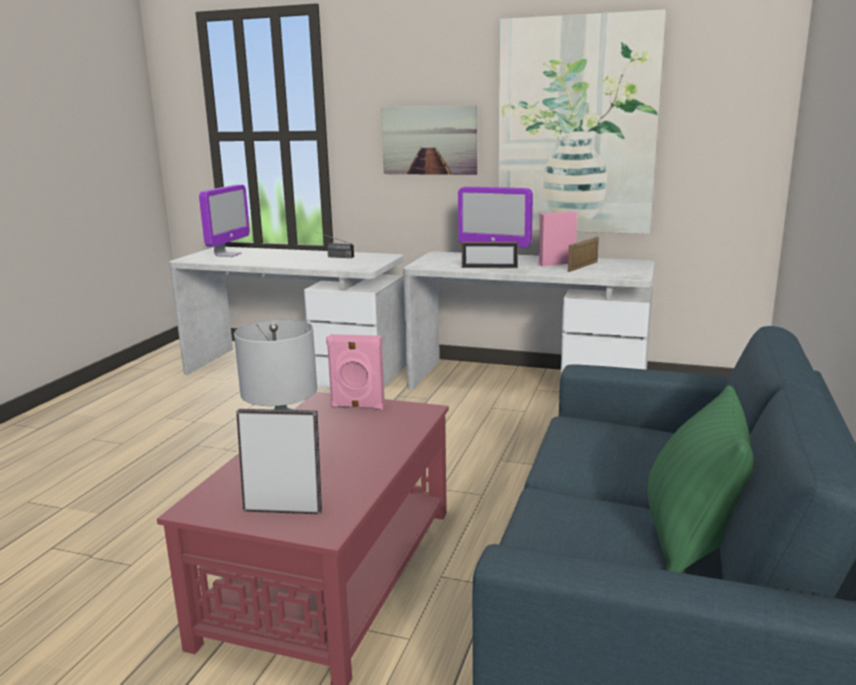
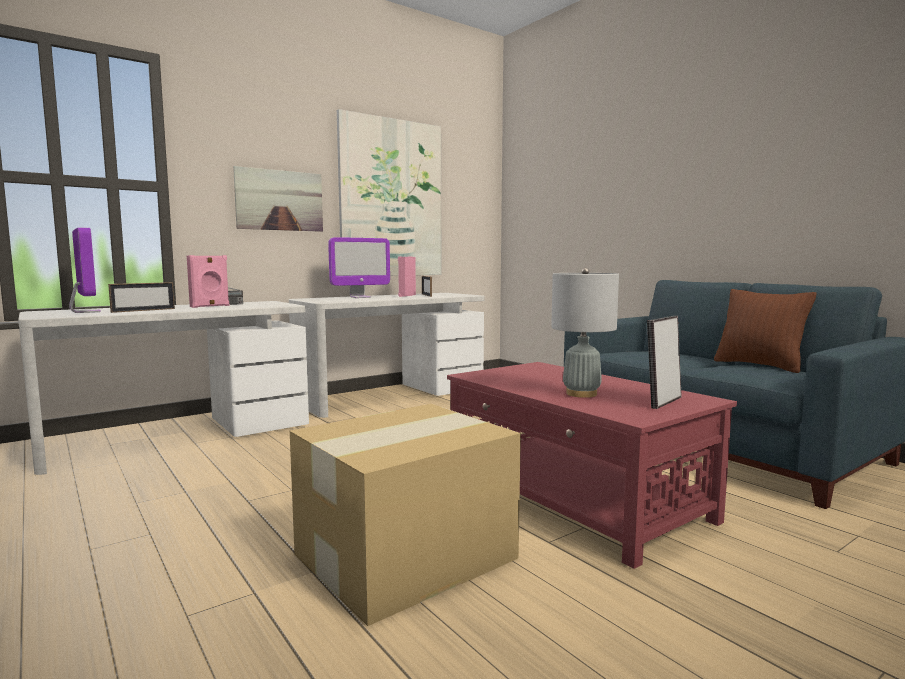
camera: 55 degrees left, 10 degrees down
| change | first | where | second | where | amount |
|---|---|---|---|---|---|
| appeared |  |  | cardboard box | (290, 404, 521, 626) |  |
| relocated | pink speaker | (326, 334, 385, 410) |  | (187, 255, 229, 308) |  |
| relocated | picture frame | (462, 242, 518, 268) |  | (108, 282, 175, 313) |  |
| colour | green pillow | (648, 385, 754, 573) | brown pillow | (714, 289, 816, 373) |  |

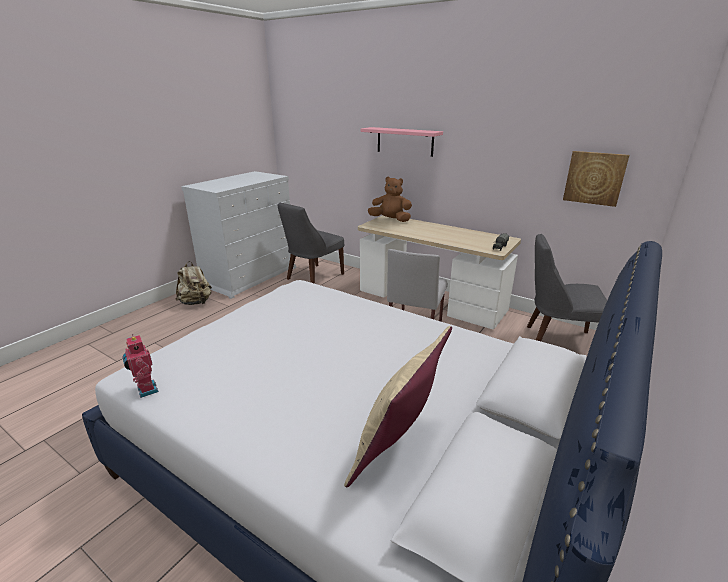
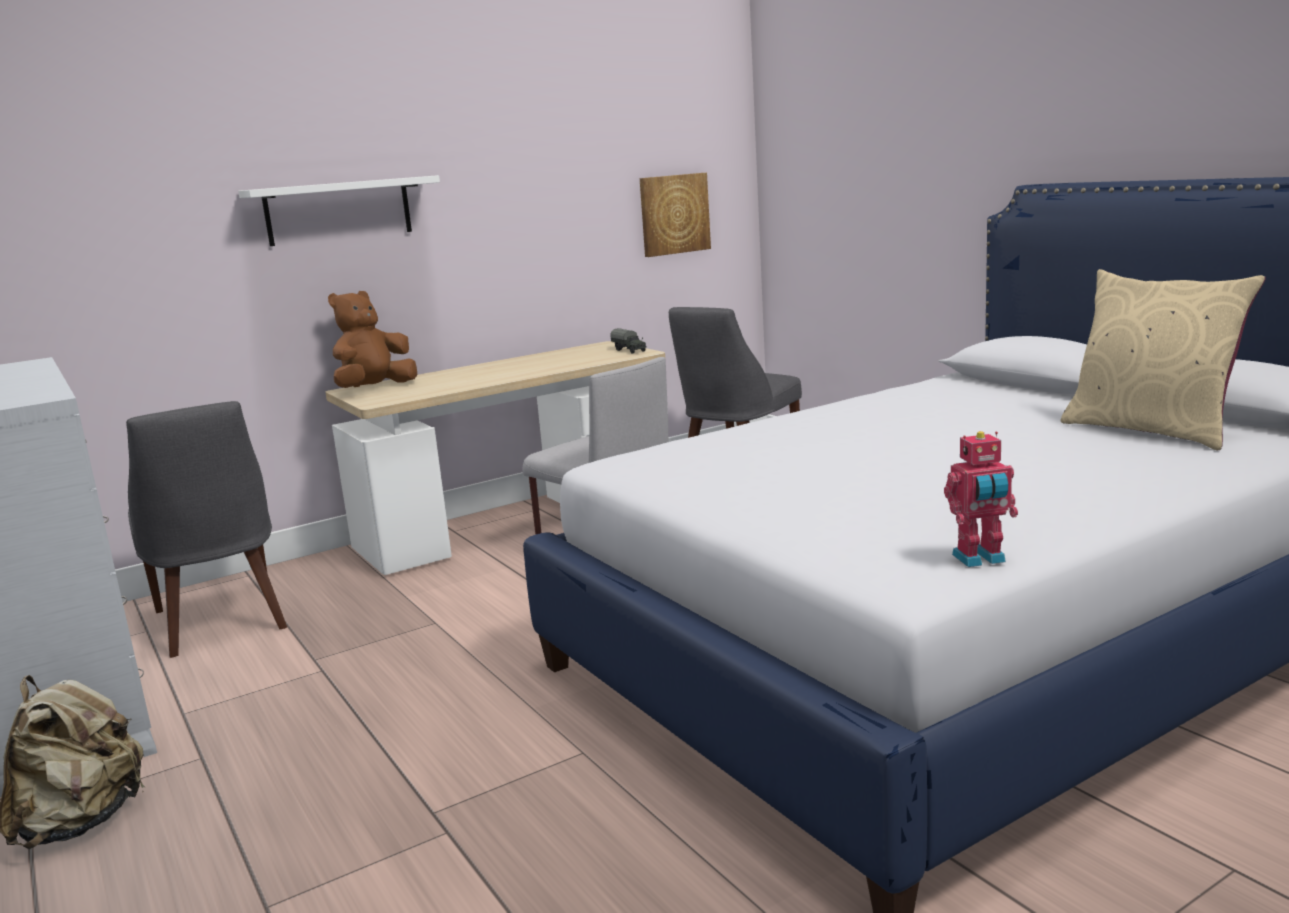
camera: 65 degrees left, 10 degrees down
| change | first | where | second | where | amount |
|---|---|---|---|---|---|
| colour | pink shelf | (361, 127, 443, 157) | white shelf | (238, 175, 440, 246) |  |

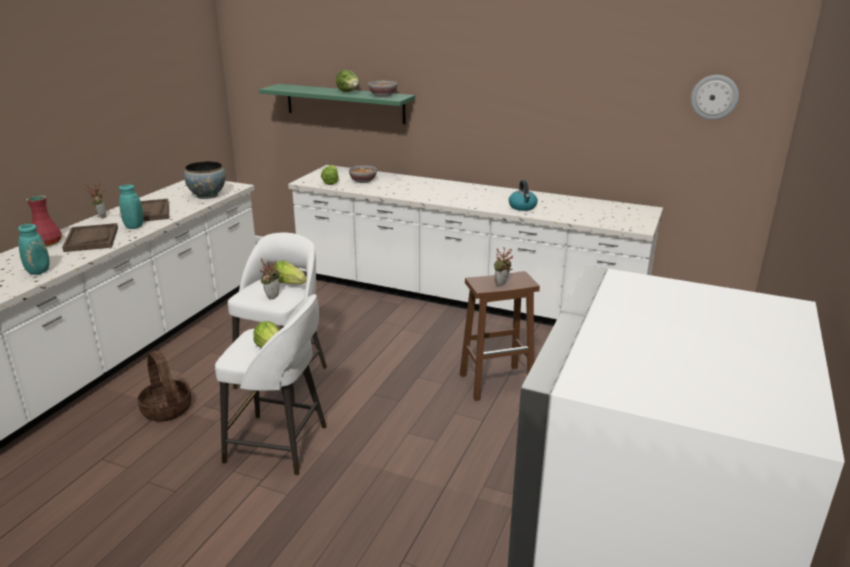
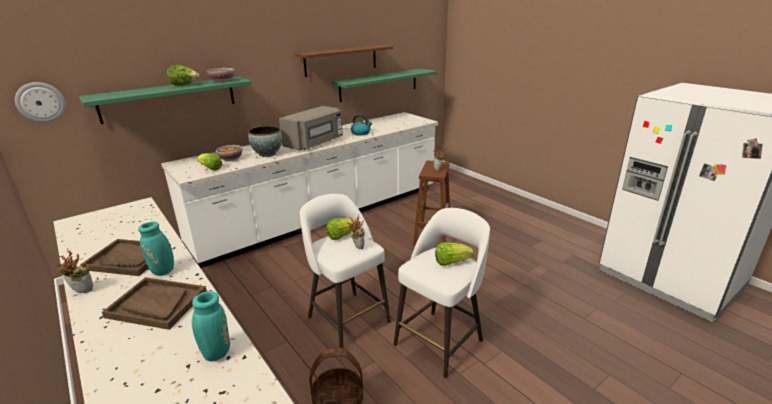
camera: 60 degrees left, 0 degrees up
| change | first | where | second | where | amount |
|---|---|---|---|---|---|
| missing | red vase | (26, 196, 62, 246) |  |  |  |
| appeared |  |  | grey microwave | (279, 106, 343, 150) |  |
| appeared |  |  | brown shelf | (295, 45, 393, 77) |  |
| appeared |  |  | green shelf | (331, 68, 437, 102) |  |
| relocated | bowl | (184, 161, 226, 199) |  | (248, 126, 282, 157) |  |
| relocated | wall clock | (691, 75, 739, 120) |  | (15, 82, 66, 123) |  |

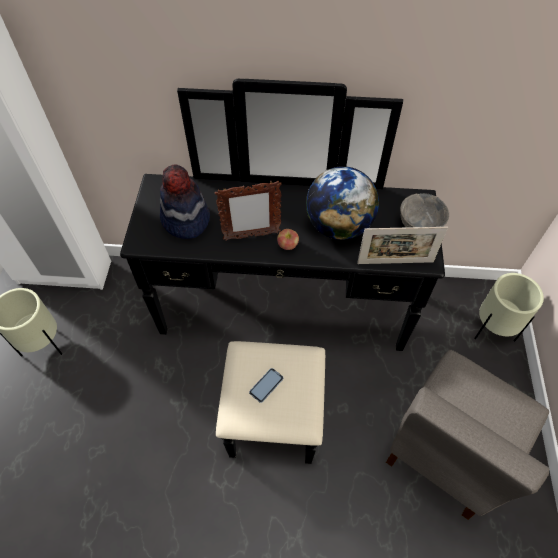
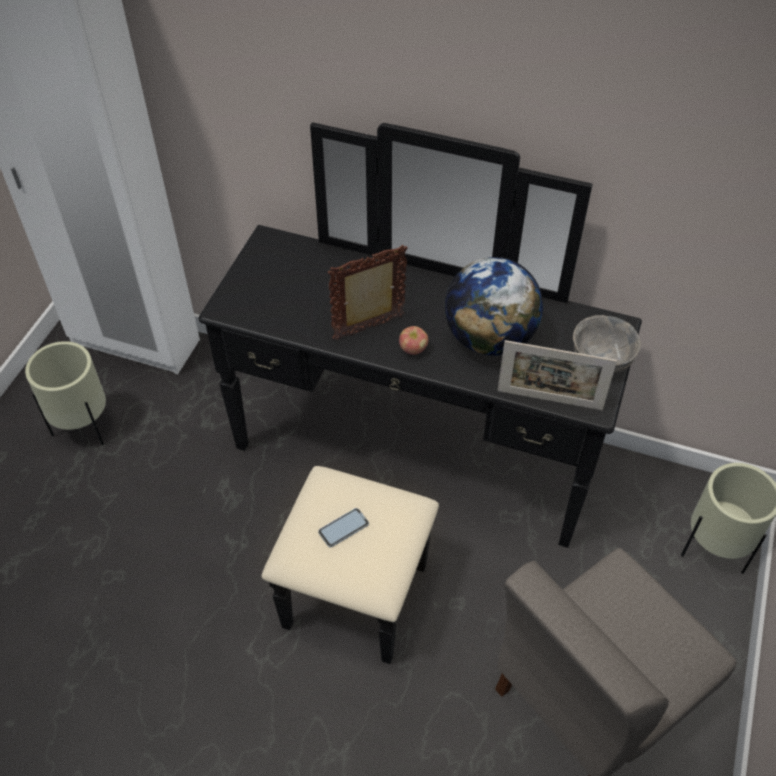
camera: 15 degrees right, 5 degrees down
| change | first | where | second | where | amount |
|---|---|---|---|---|---|
| missing | hat | (160, 165, 210, 239) |  |  |  |
| spun | picture frame | (215, 181, 282, 241) |  | (328, 245, 408, 340) | 150 degrees clockwise |

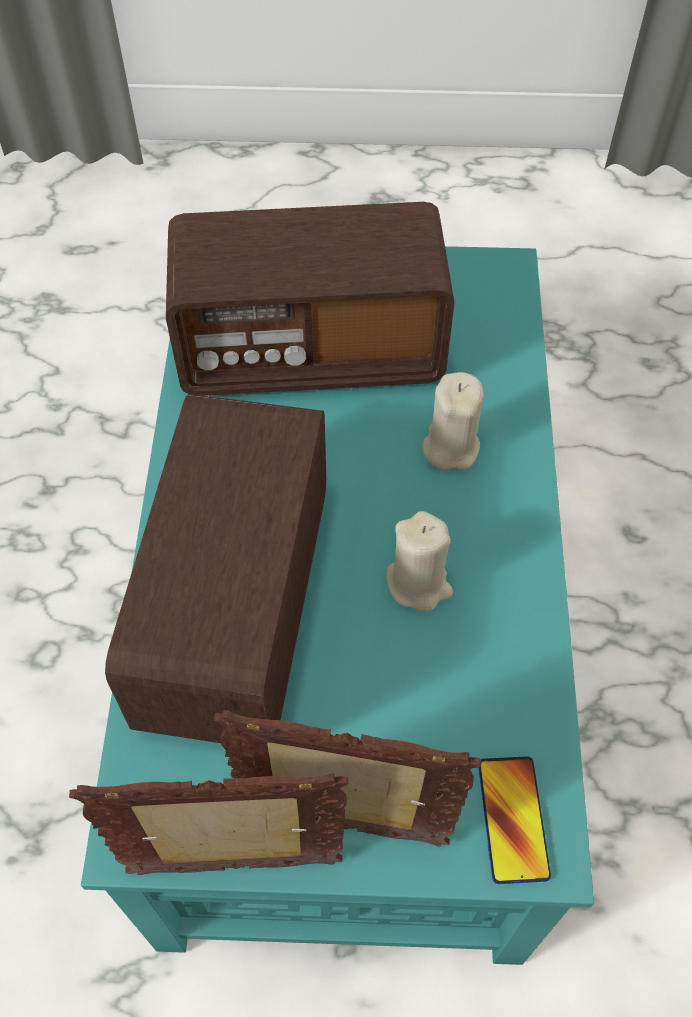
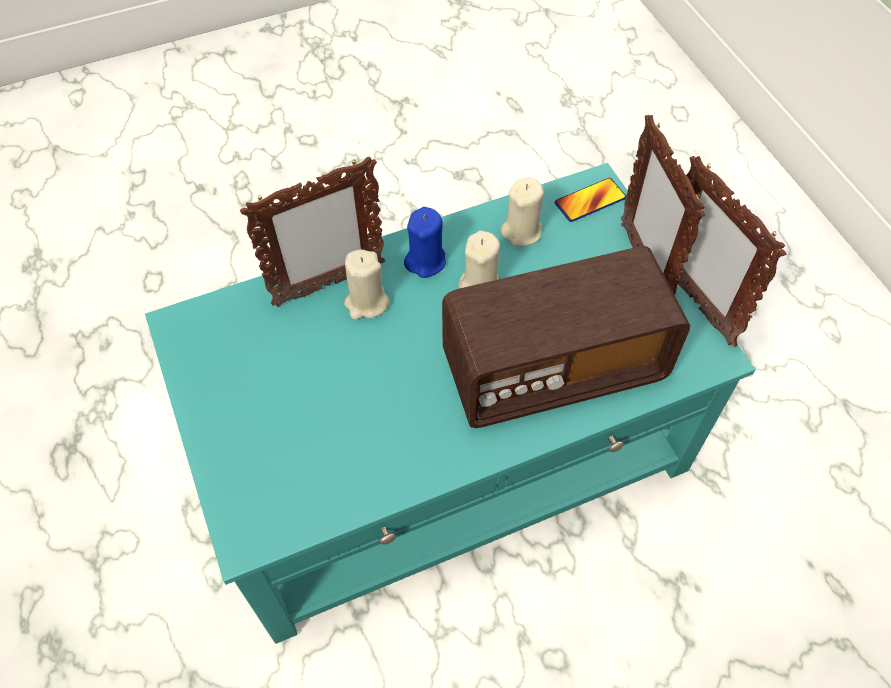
camera: 115 degrees left, 0 degrees up
| change | first | where | second | where | amount |
|---|---|---|---|---|---|
| missing | radio | (166, 202, 455, 396) |  |  |  |
| appeared |  |  | picture frame | (240, 156, 385, 307) |  |
| appeared |  |  | blue candle | (404, 207, 446, 278) |  |
| appeared |  |  | beige candle | (500, 177, 544, 247) |  |

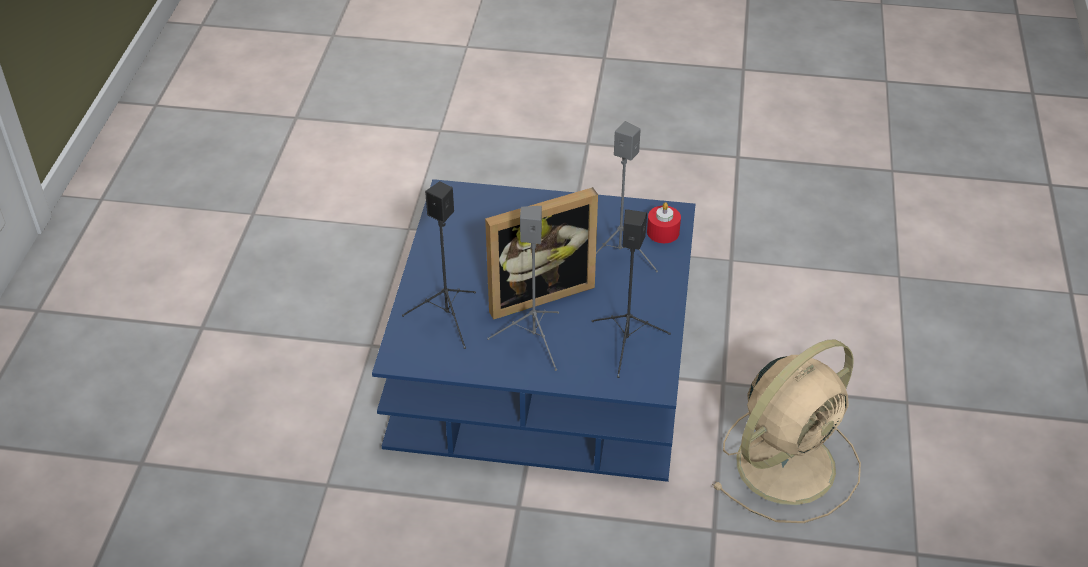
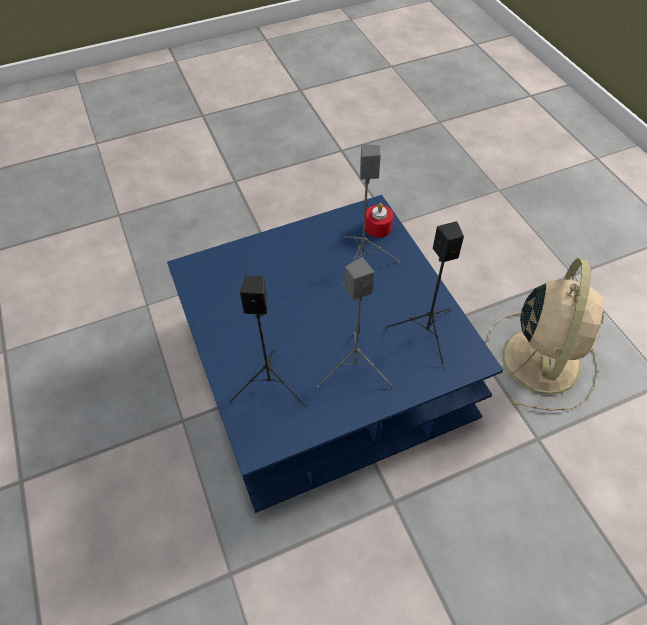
camera: 30 degrees left, 10 degrees up
| change | first | where | second | where | amount |
|---|---|---|---|---|---|
| missing | picture frame | (485, 187, 598, 320) |  |  |  |

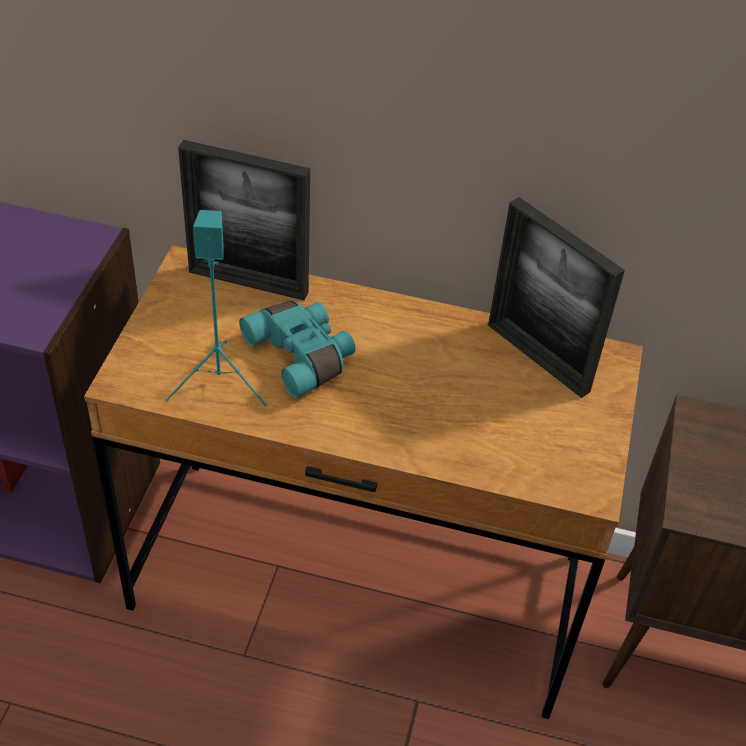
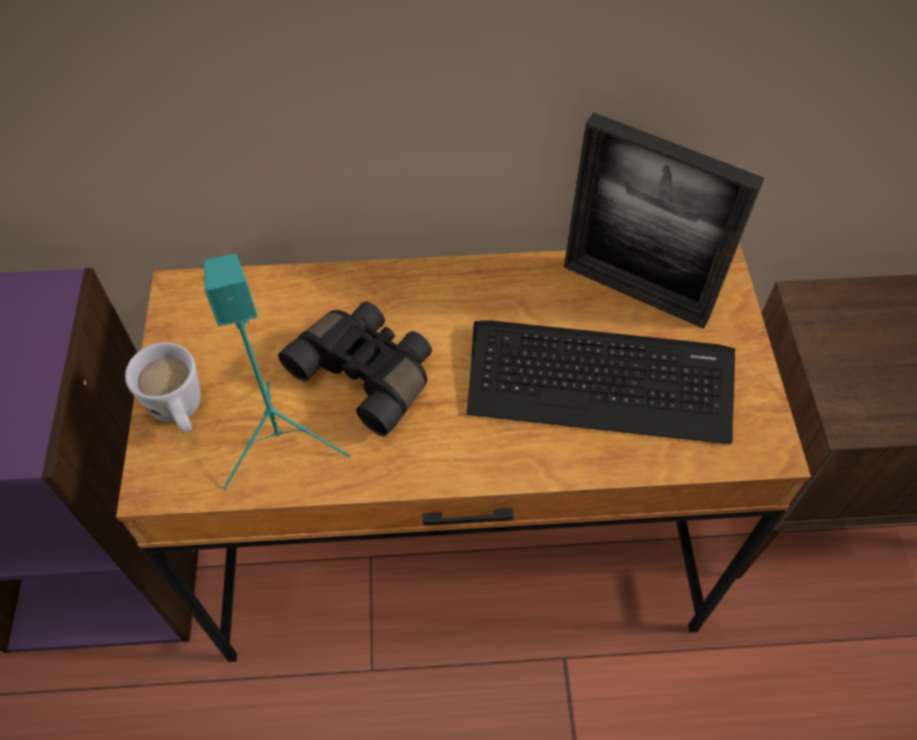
camera: 15 degrees left, 10 degrees up
| change | first | where | second | where | amount |
|---|---|---|---|---|---|
| missing | picture frame | (178, 140, 310, 301) |  |  |  |
| appeared |  |  | white mug | (125, 342, 201, 433) |  |
| appeared |  |  | keyboard | (466, 321, 735, 444) |  |
| colour | turquoise binoculars | (239, 301, 356, 398) | black binoculars | (278, 301, 432, 436) |  |

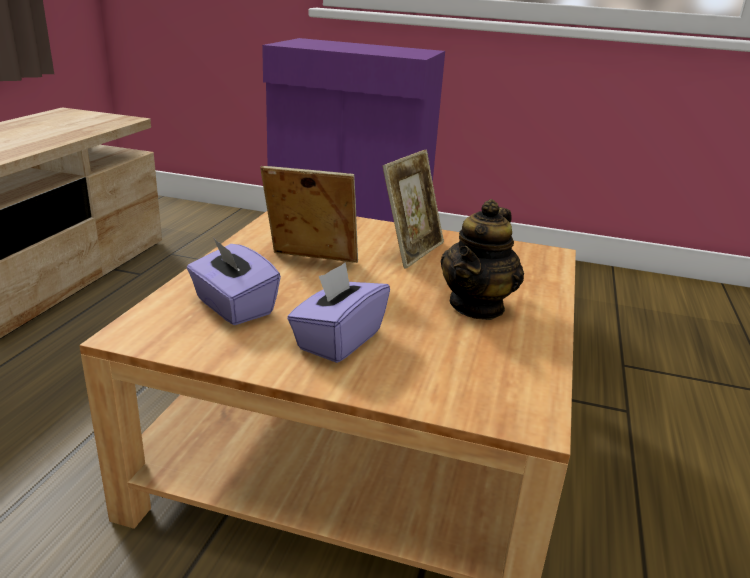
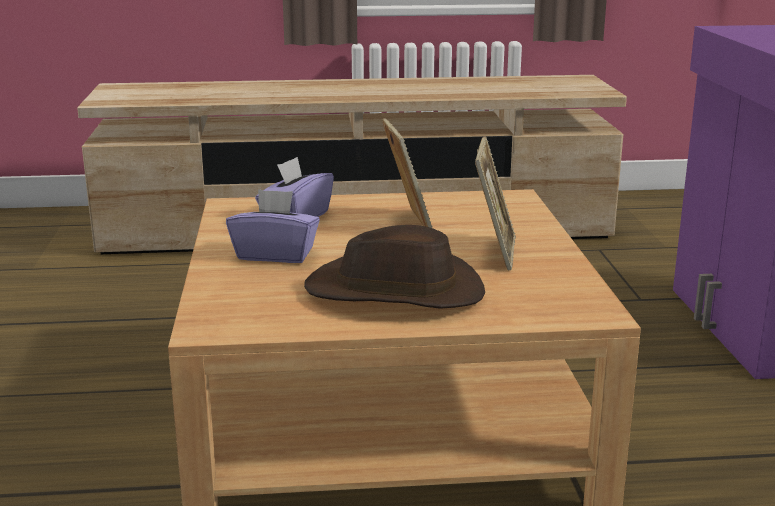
camera: 70 degrees right, 5 degrees down
| change | first | where | second | where | amount |
|---|---|---|---|---|---|
| exchanged | teapot | (440, 199, 524, 320) | brown hat | (304, 225, 485, 309) |  |
| spun | picture frame | (383, 150, 444, 268) |  | (475, 136, 516, 271) | 90 degrees counterclockwise |

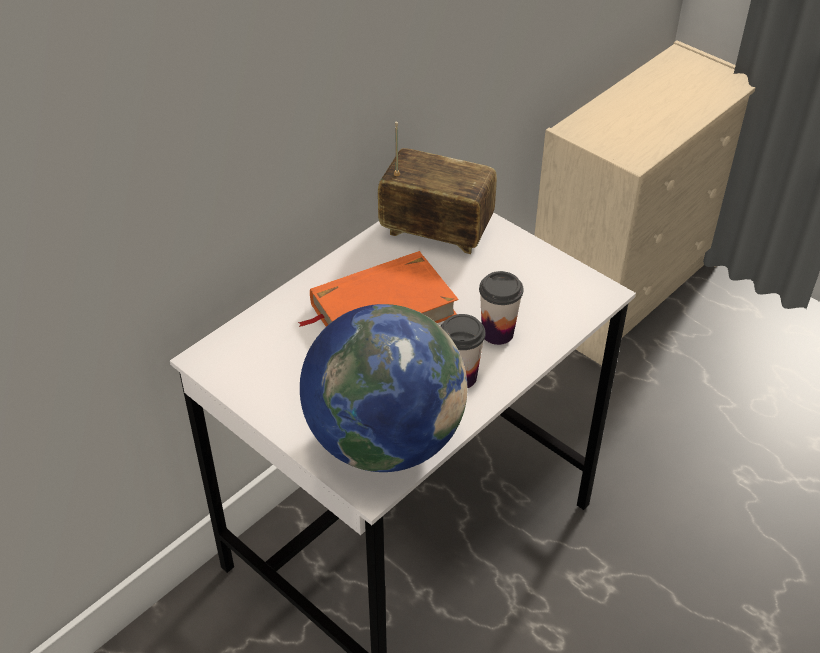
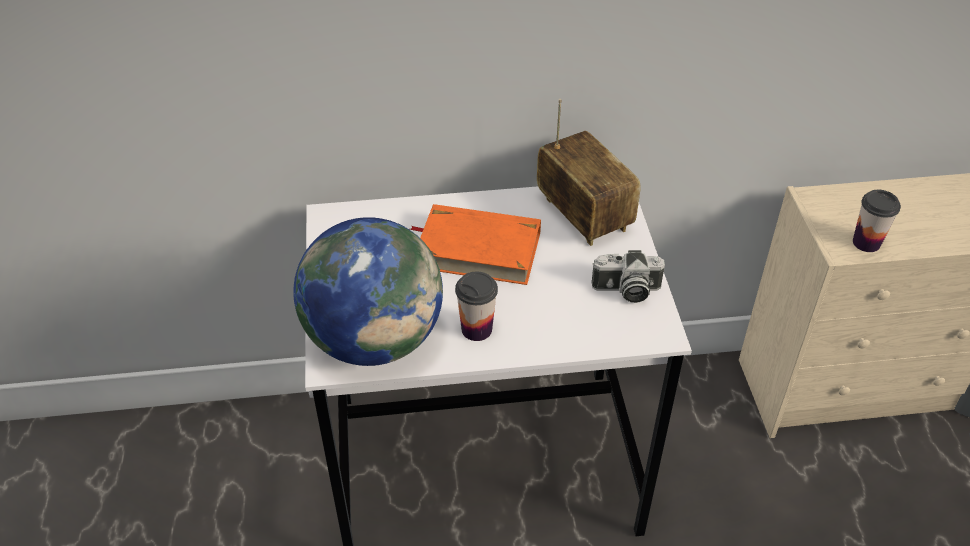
camera: 40 degrees right, 0 degrees up
| change | first | where | second | where | amount |
|---|---|---|---|---|---|
| appeared |  |  | photo camera | (591, 250, 665, 303) |  |
| relocated | cup | (479, 271, 523, 345) |  | (853, 190, 901, 252) |  |

